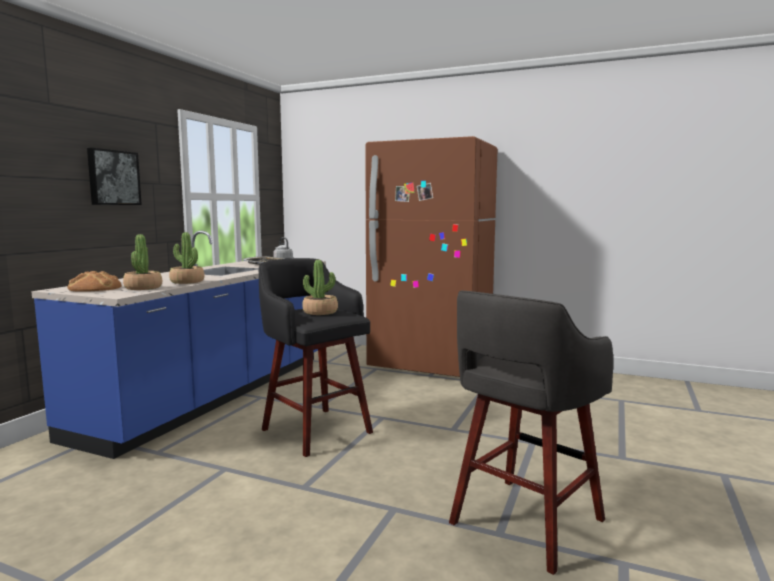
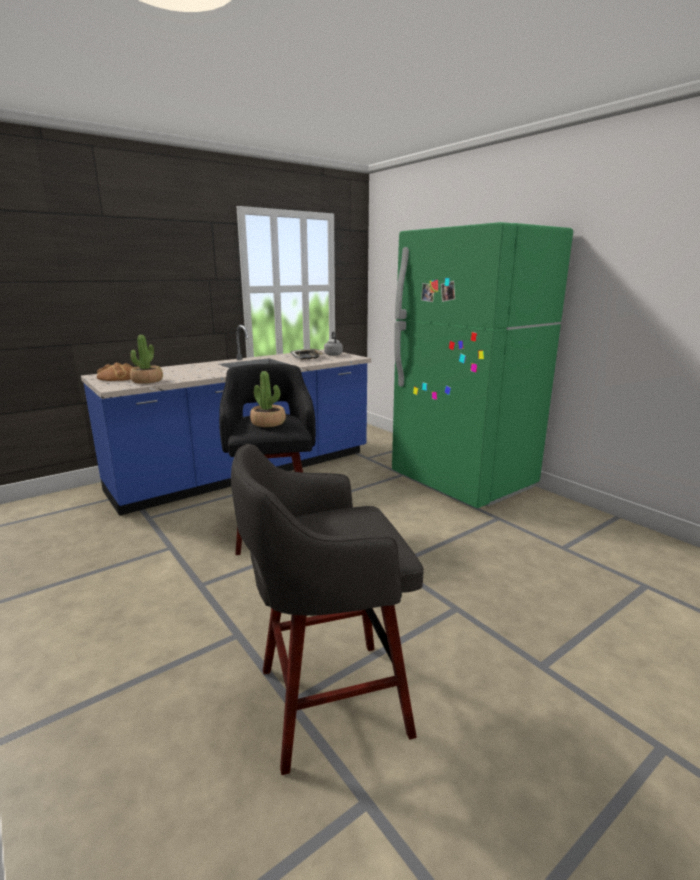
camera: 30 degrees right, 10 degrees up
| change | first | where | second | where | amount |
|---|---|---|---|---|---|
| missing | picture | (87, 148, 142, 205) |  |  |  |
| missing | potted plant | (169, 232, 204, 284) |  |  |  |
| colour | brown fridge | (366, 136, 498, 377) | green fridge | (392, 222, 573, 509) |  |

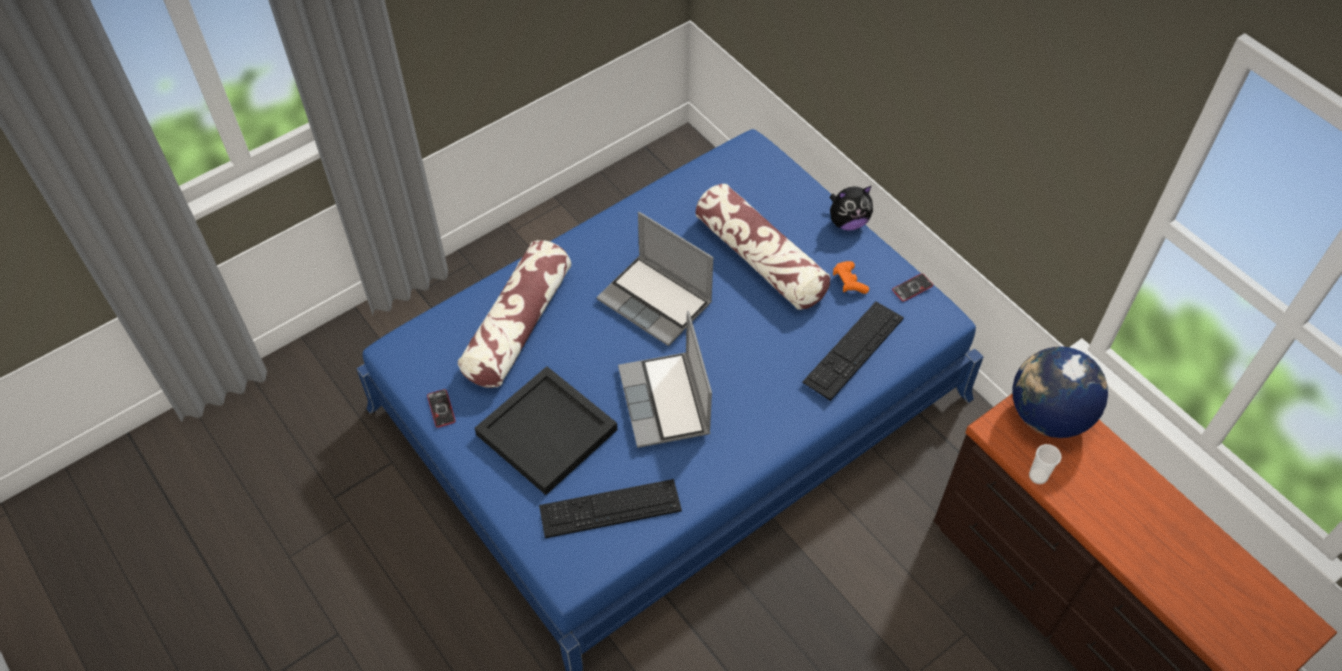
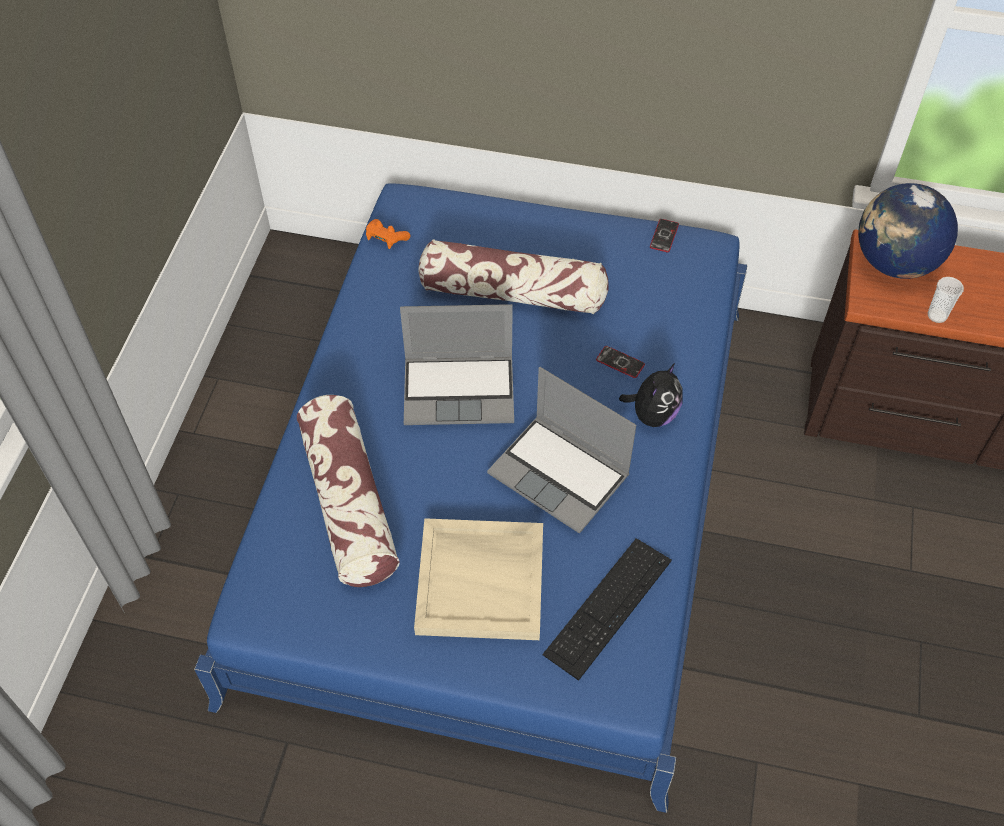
camera: 40 degrees left, 0 degrees up
| change | first | where | second | where | amount |
|---|---|---|---|---|---|
| missing | keyboard | (802, 302, 904, 401) |  |  |  |
| relocated | phone | (427, 389, 456, 428) |  | (596, 346, 645, 378) |  |
| relocated | plush toy | (830, 185, 873, 231) |  | (619, 363, 683, 427) |  |
| relocated | orange game controller | (833, 261, 869, 294) |  | (366, 219, 410, 249) |  |
| colour | black tray | (475, 366, 617, 495) | beige tray | (414, 518, 543, 640) |  |

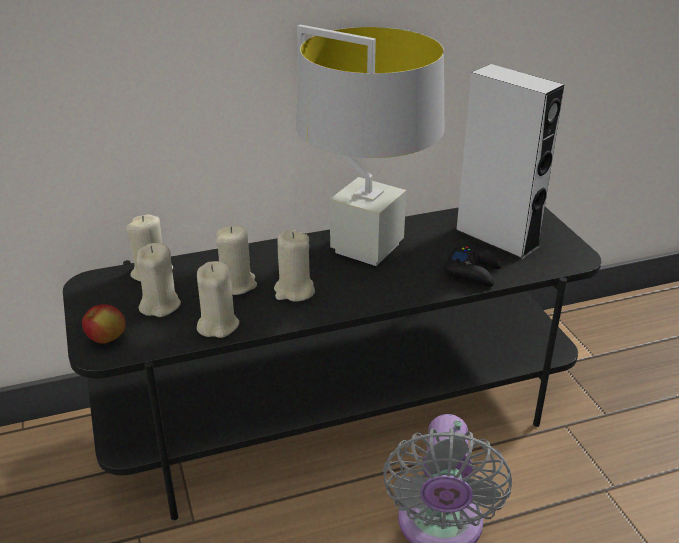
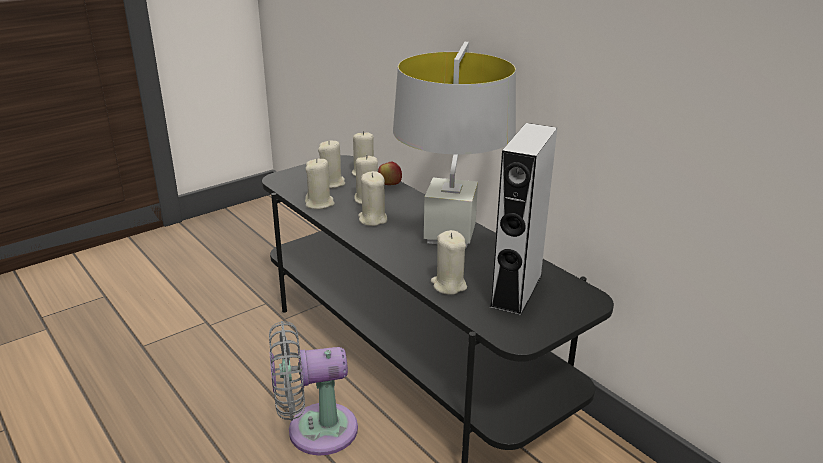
camera: 70 degrees right, 5 degrees down
| change | first | where | second | where | amount |
|---|---|---|---|---|---|
| relocated | apple | (82, 304, 126, 344) |  | (378, 162, 402, 185) |  |
| exchanged | black game controller | (443, 246, 502, 287) | beige candle | (431, 230, 467, 295) |  |

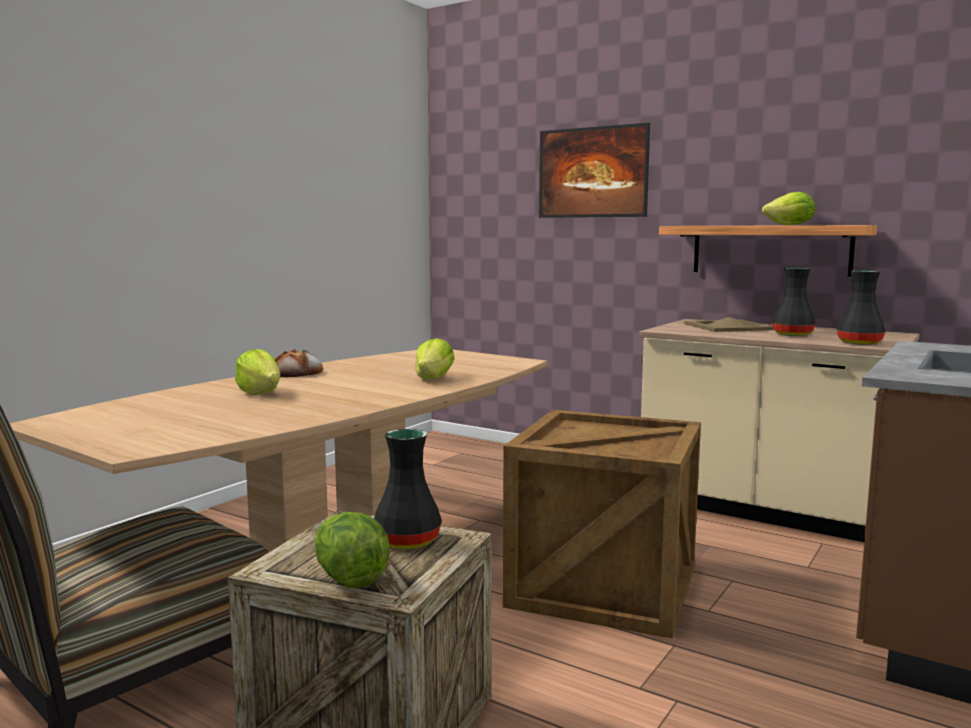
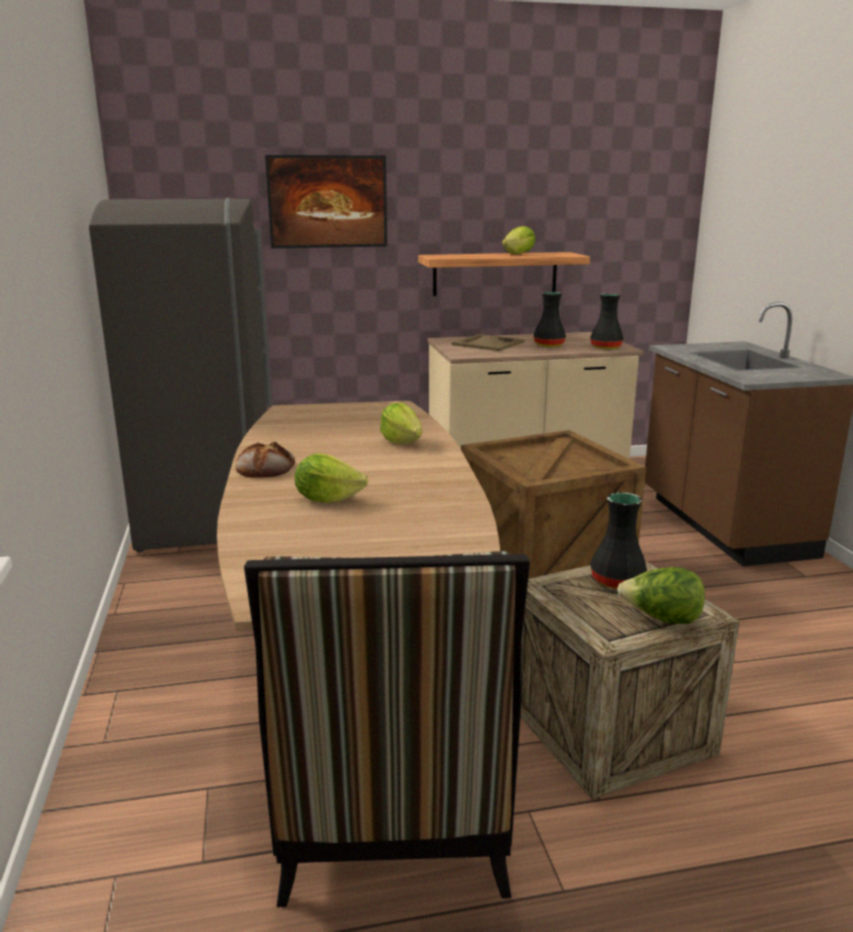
camera: 45 degrees left, 10 degrees up
| change | first | where | second | where | amount |
|---|---|---|---|---|---|
| appeared |  |  | grey fridge | (89, 198, 272, 552) |  |

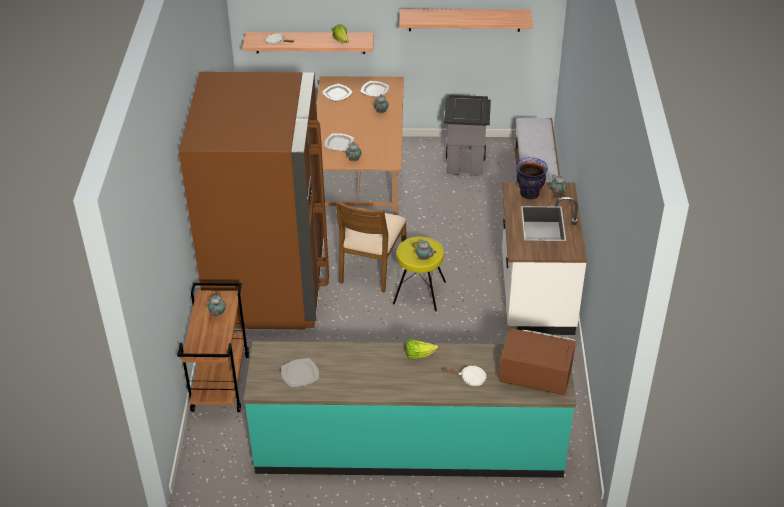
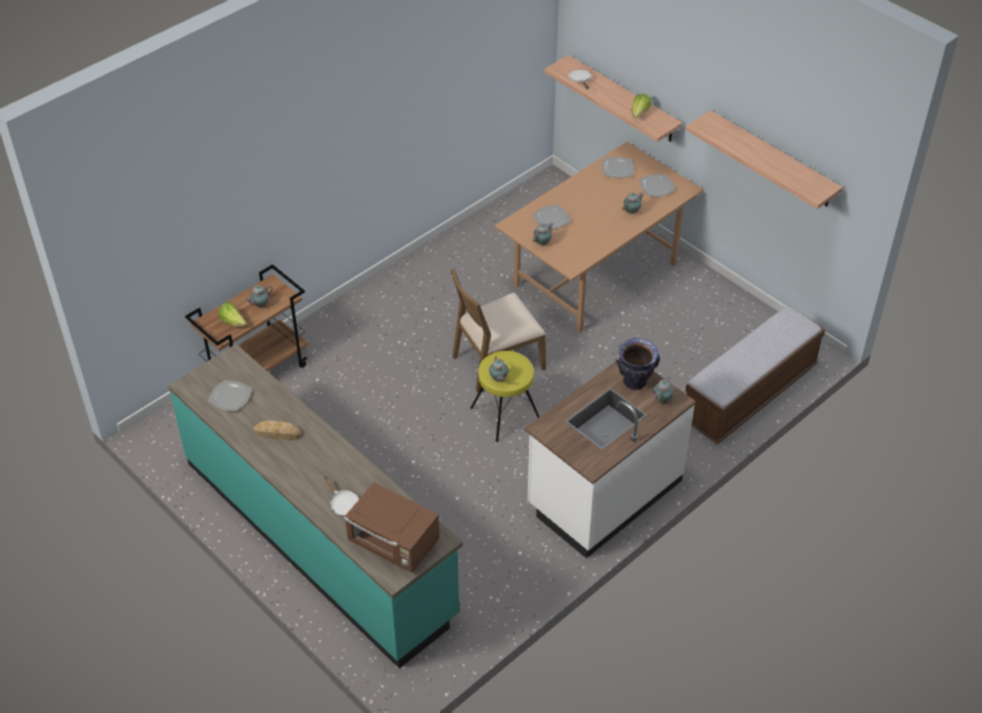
camera: 45 degrees right, 5 degrees up
| change | first | where | second | where | amount |
|---|---|---|---|---|---|
| missing | brown fridge | (179, 72, 329, 329) |  |  |  |
| missing | grey trash can | (444, 95, 491, 176) |  |  |  |
| appeared |  |  | bread | (253, 420, 301, 440) |  |
| relocated | lettuce | (405, 339, 438, 360) |  | (219, 302, 247, 326) |  |
| spun | brown microwave | (499, 328, 576, 395) |  | (344, 482, 439, 573) | 150 degrees clockwise |

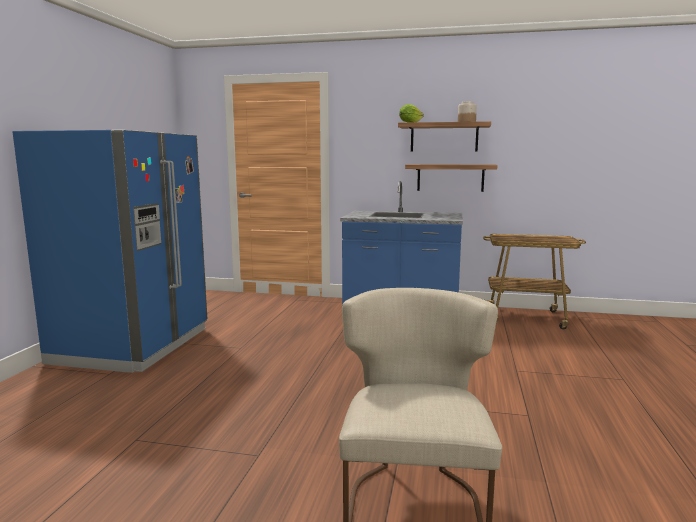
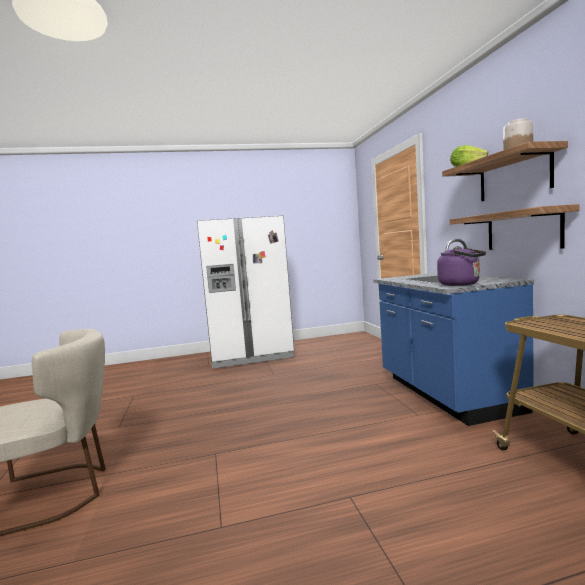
camera: 65 degrees right, 5 degrees down
| change | first | where | second | where | amount |
|---|---|---|---|---|---|
| appeared |  |  | purple kettle | (437, 246, 486, 286) |  |
| colour | blue fridge | (12, 130, 208, 373) | white fridge | (197, 215, 294, 368) |  |

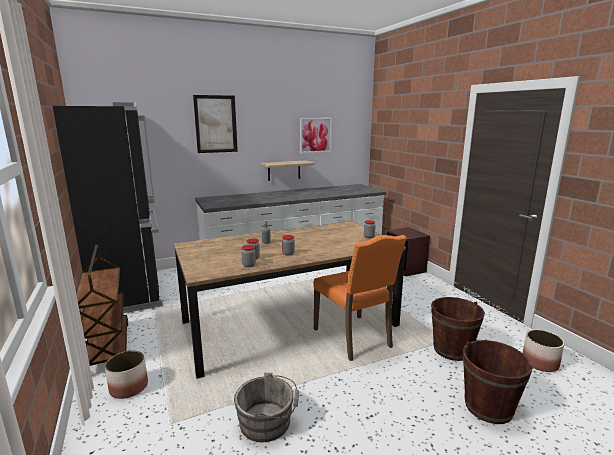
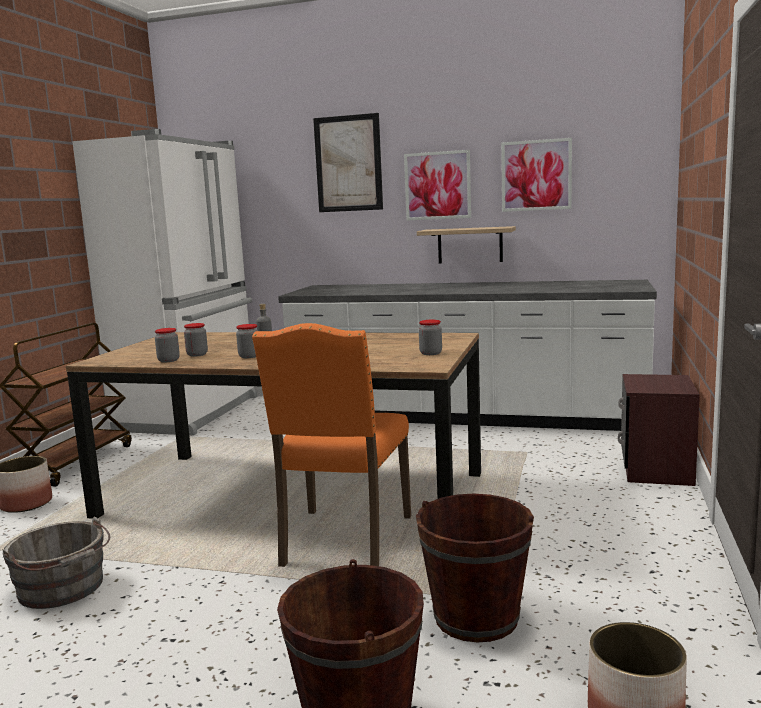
camera: 40 degrees right, 5 degrees down
| change | first | where | second | where | amount |
|---|---|---|---|---|---|
| appeared |  |  | picture | (404, 150, 471, 220) |  |
| colour | black fridge | (53, 102, 163, 313) | white fridge | (72, 129, 257, 436) |  |

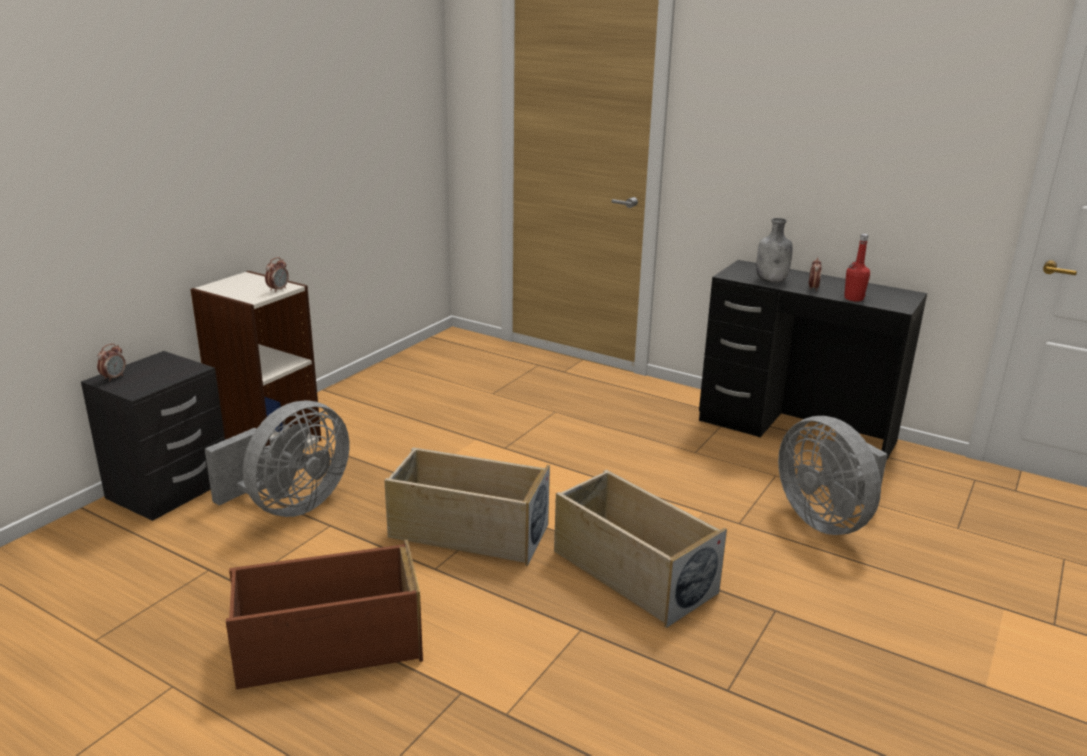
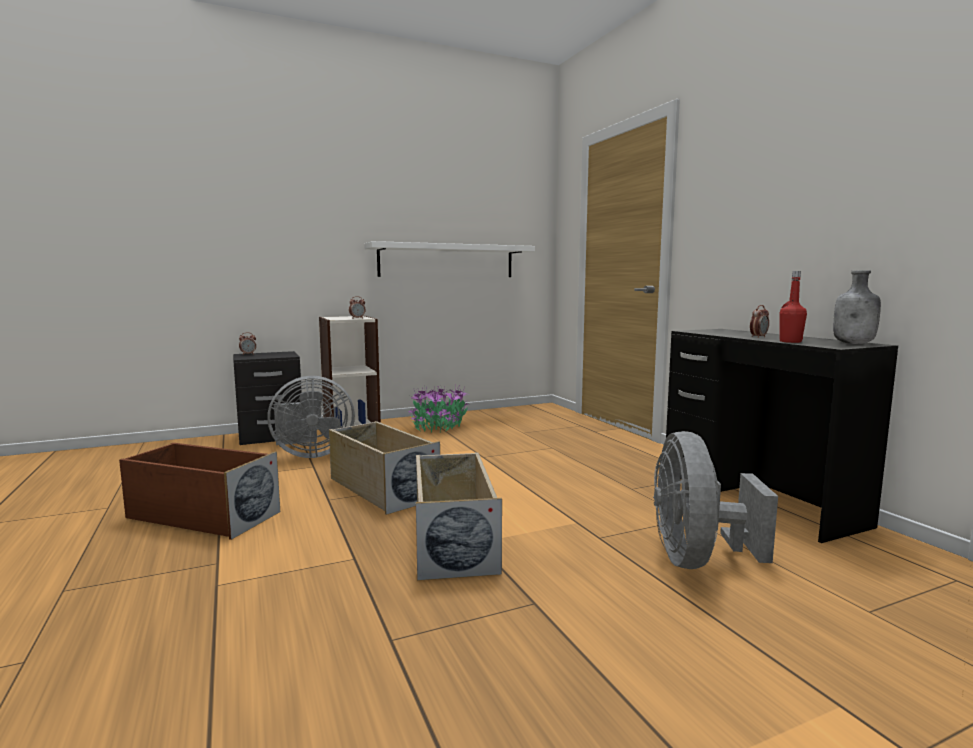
camera: 35 degrees right, 15 degrees down
| change | first | where | second | where | amount |
|---|---|---|---|---|---|
| appeared |  |  | white shelf | (364, 241, 535, 277) |  |
| appeared |  |  | potted plant | (408, 384, 469, 433) |  |
| relocated | grey bottle | (756, 218, 793, 282) |  | (833, 271, 881, 344) |  |

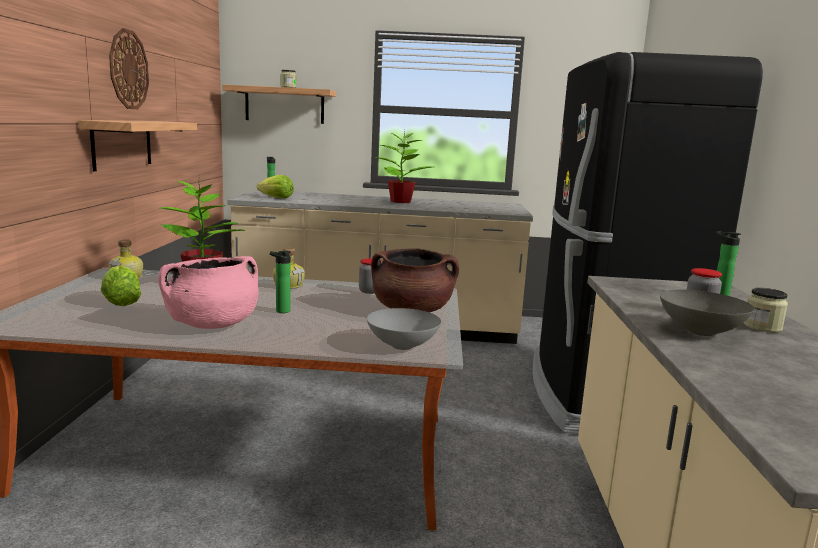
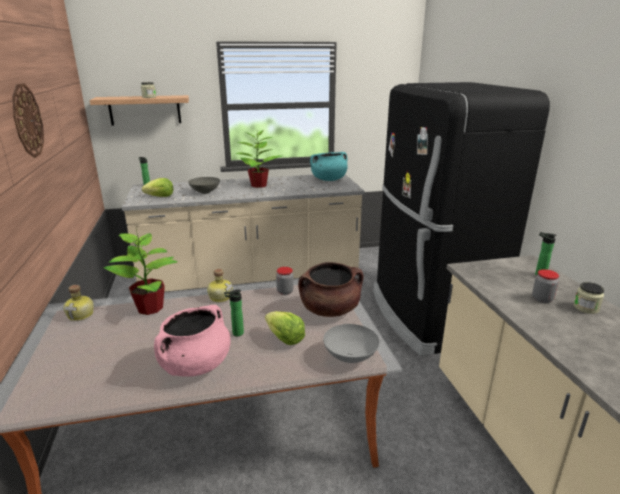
camera: 15 degrees left, 10 degrees up
| change | first | where | second | where | amount |
|---|---|---|---|---|---|
| missing | shelf | (78, 120, 197, 171) |  |  |  |
| appeared |  |  | turquoise cooking pot | (310, 152, 348, 181) |  |
| relocated | lettuce | (101, 266, 141, 306) |  | (265, 311, 305, 345) |  |
| relocated | grey bowl | (660, 290, 754, 336) |  | (188, 177, 220, 194) |  |

